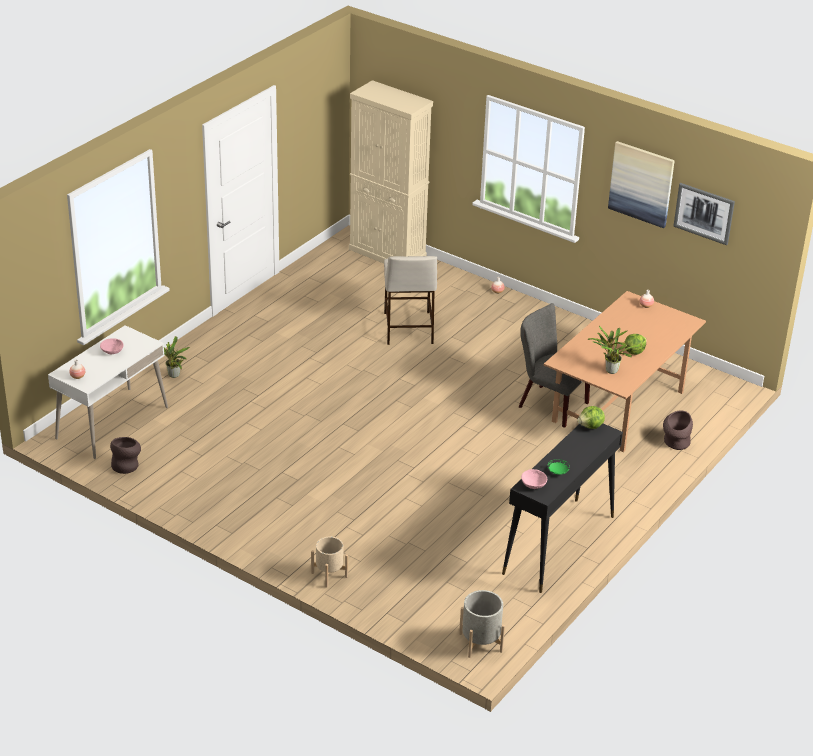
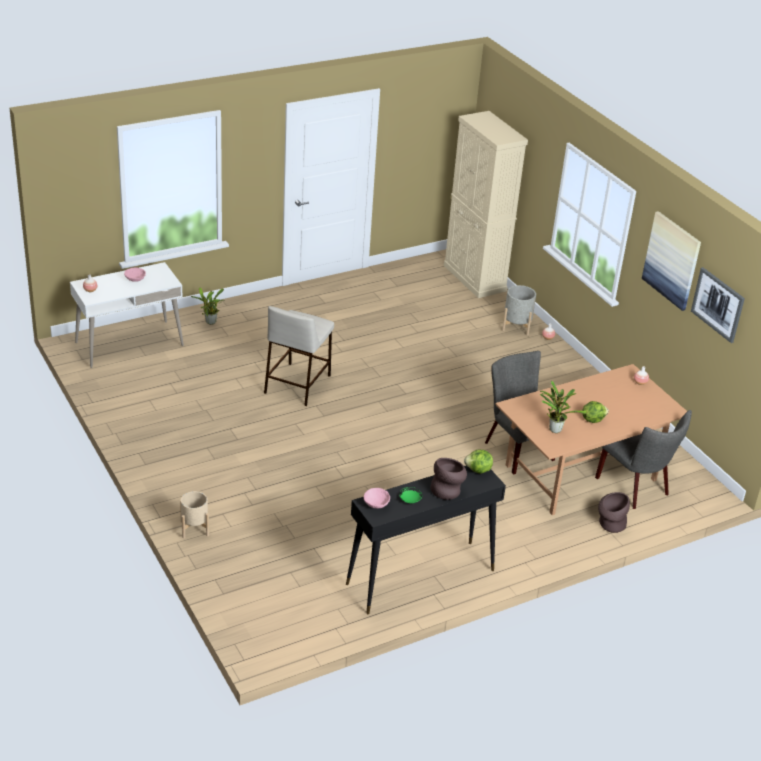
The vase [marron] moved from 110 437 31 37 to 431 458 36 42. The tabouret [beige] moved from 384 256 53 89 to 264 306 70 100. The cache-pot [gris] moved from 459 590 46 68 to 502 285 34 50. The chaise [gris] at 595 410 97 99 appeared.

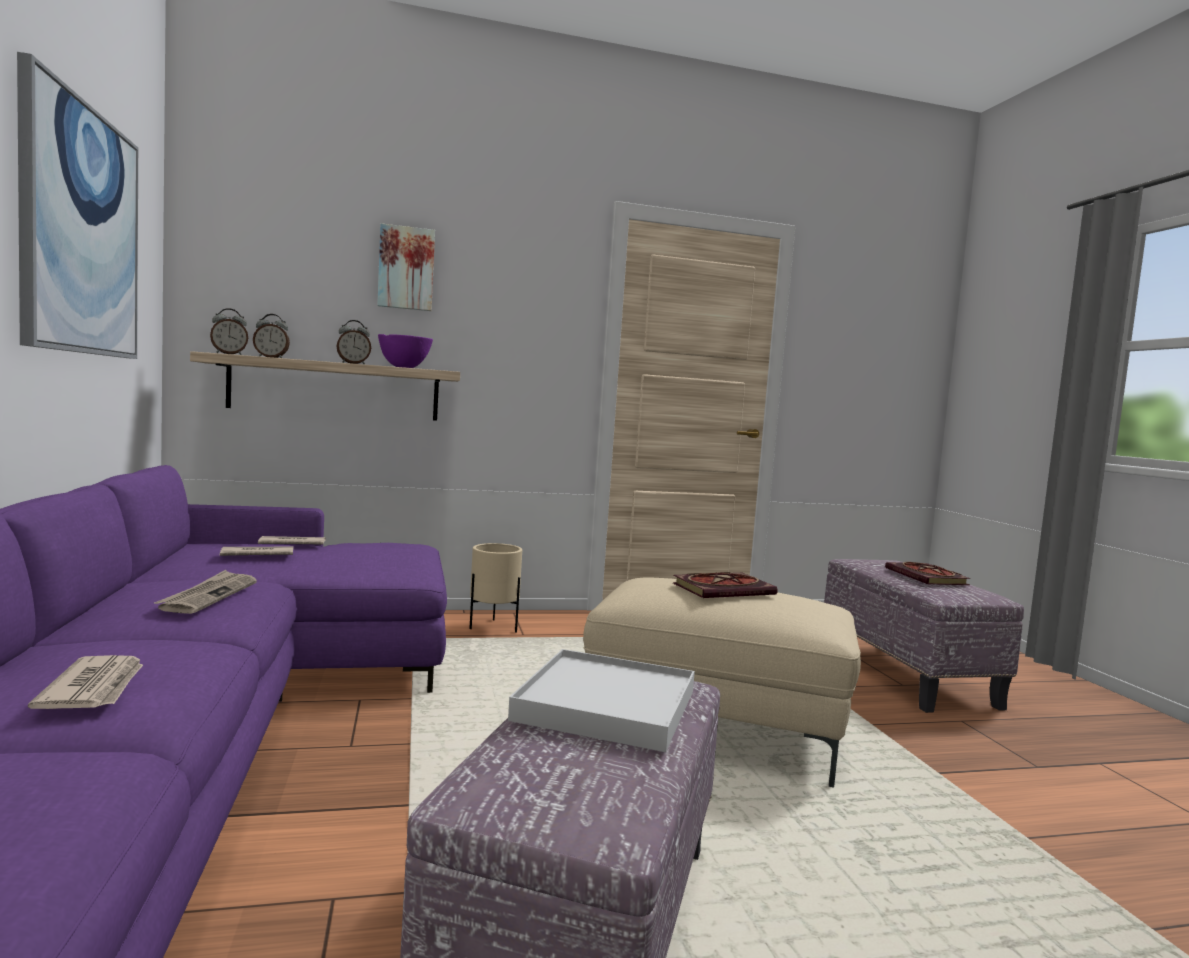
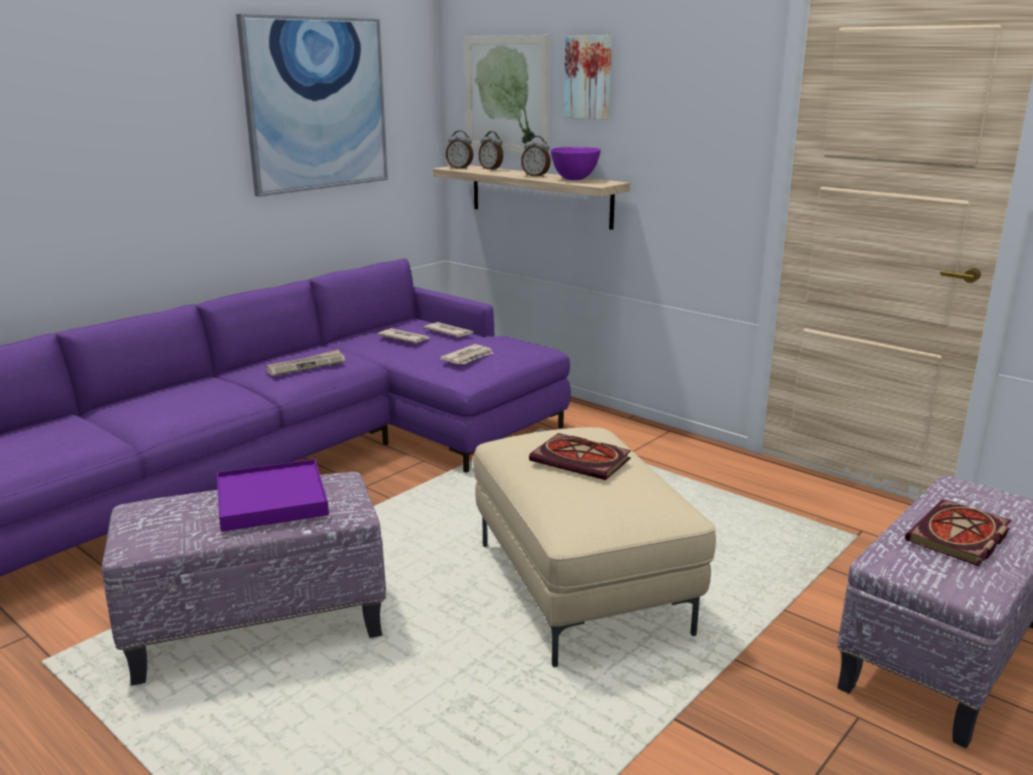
The journal moved from 28 655 115 54 to 440 344 53 20. The cache-pot [beige] at 469 543 53 90 disappeared. The plateau [blanc] at 508 649 187 103 became the plateau [violet] at 217 459 112 73. The tableau at 465 35 85 119 appeared.

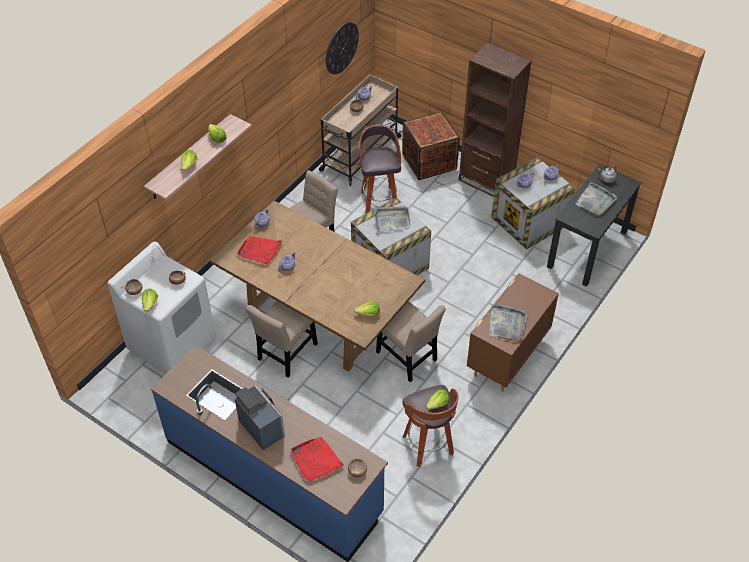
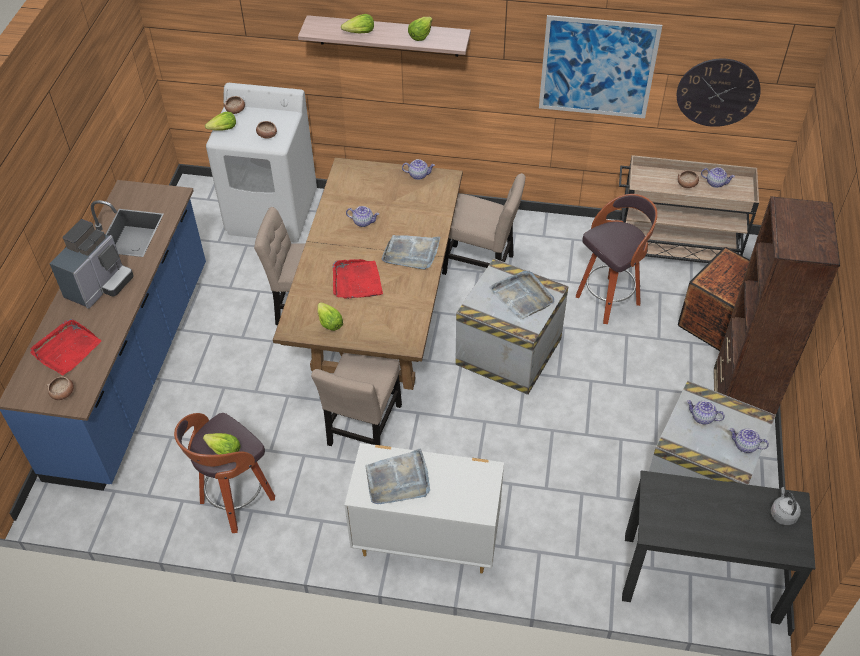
The plateau [rouge] moved from 237 236 45 28 to 333 259 50 40. The commode [marron] at 467 273 92 119 became the commode [blanc] at 345 443 159 131. The plateau [gris] moved from 576 182 41 34 to 382 235 59 35. The tableau at 539 15 123 103 appeared.

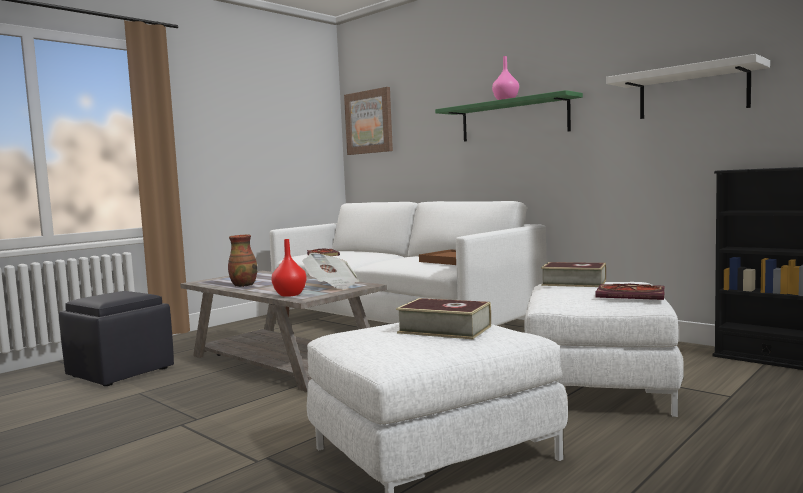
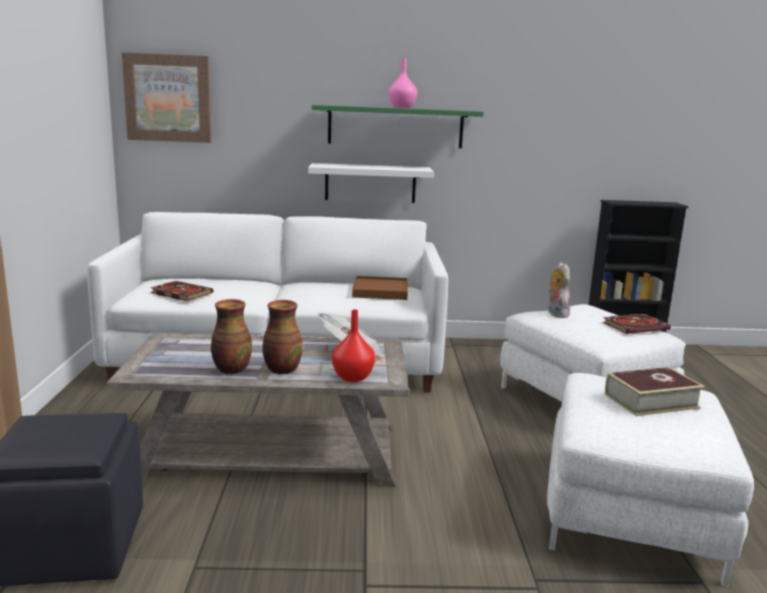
The livre at 541 262 65 25 was replaced by the peluche at 548 262 22 56. The étagère [blanc] moved from 606 54 164 65 to 308 163 126 40. The vase at 262 300 41 74 appeared.

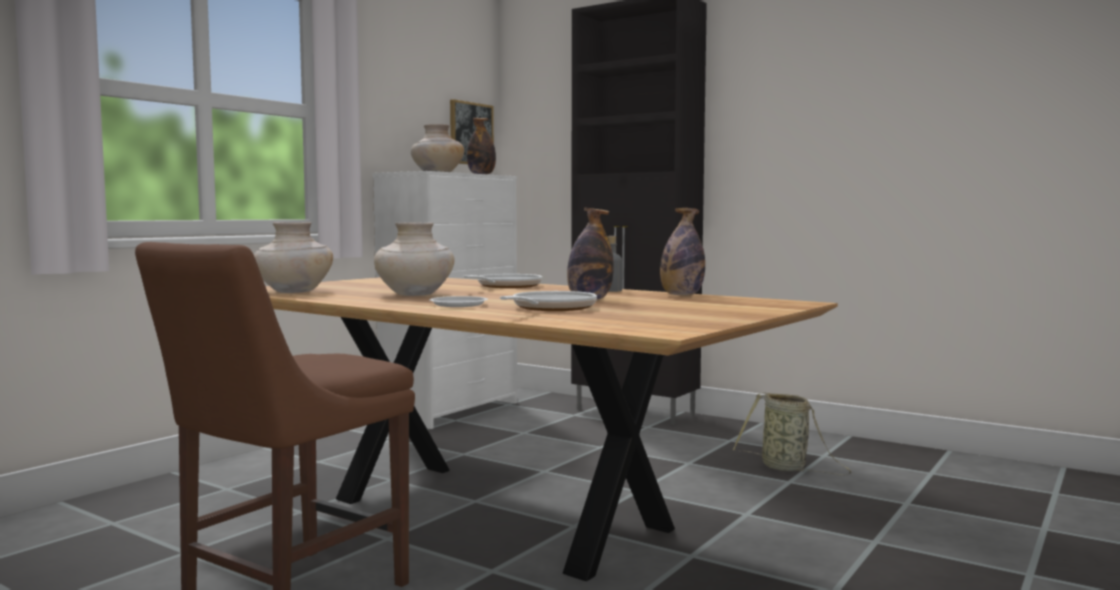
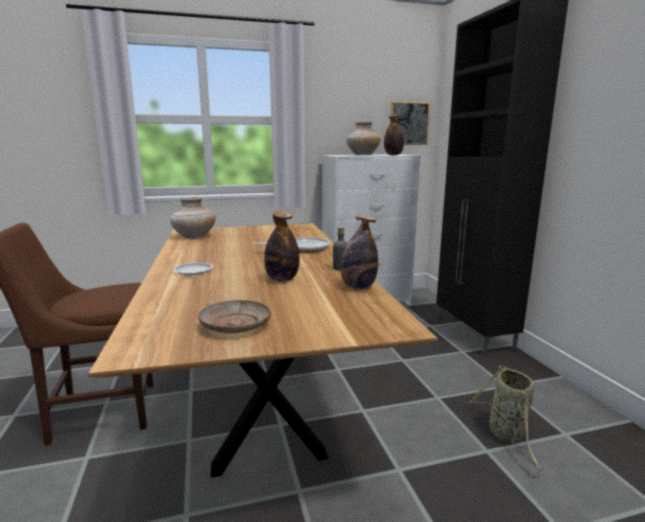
The vase [beige] at 374 222 81 74 disappeared. The poêle at 500 291 97 20 disappeared. The assiette [beige] at 198 300 73 33 appeared.

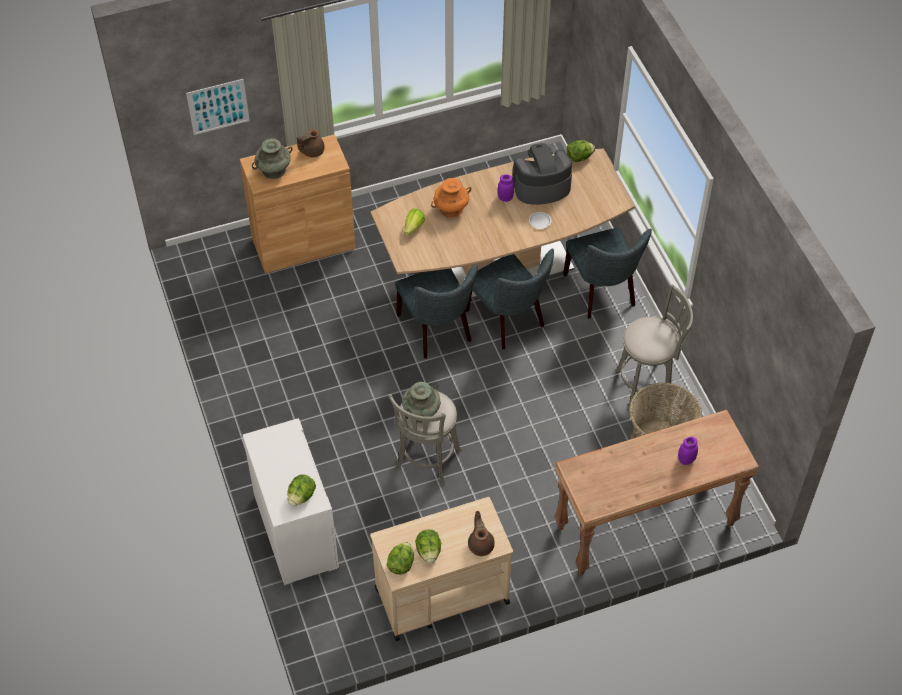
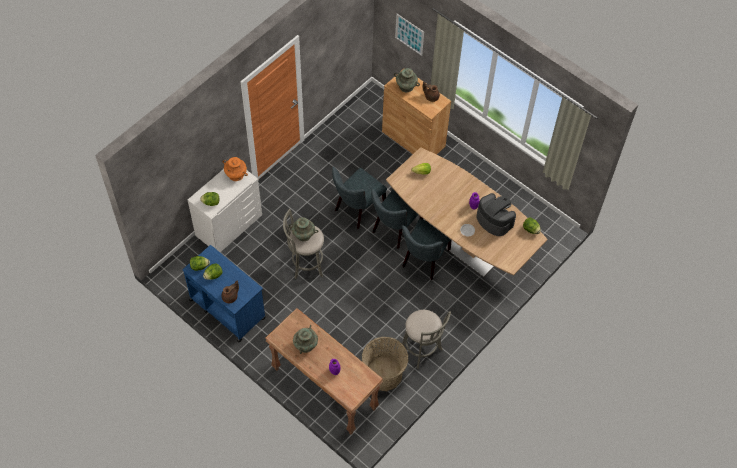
The chariot [beige] at 370 497 143 144 became the chariot [bleu] at 182 245 84 97. The vase [orange] moved from 431 178 40 40 to 223 157 25 24. The chaise [gris] moved from 563 227 89 92 to 332 166 55 63. The vase [turquoise] at 293 325 25 29 appeared.

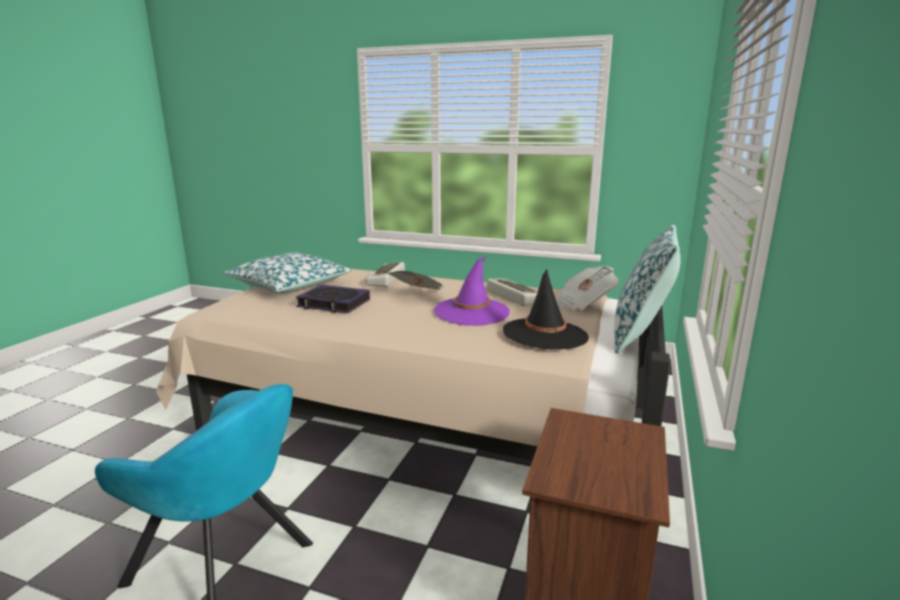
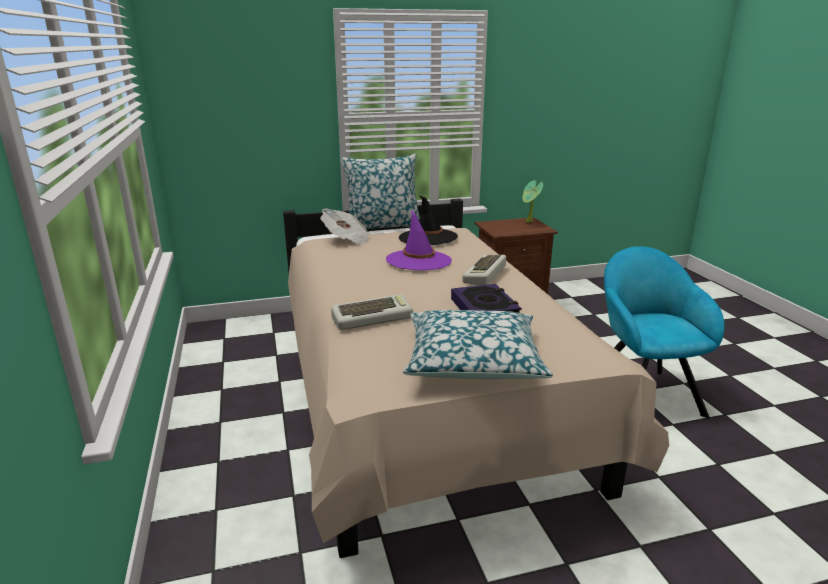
The journal at 387 271 55 18 disappeared. The clavier moved from 487 278 51 28 to 462 255 44 31. The plante en pot at 523 180 20 43 appeared.

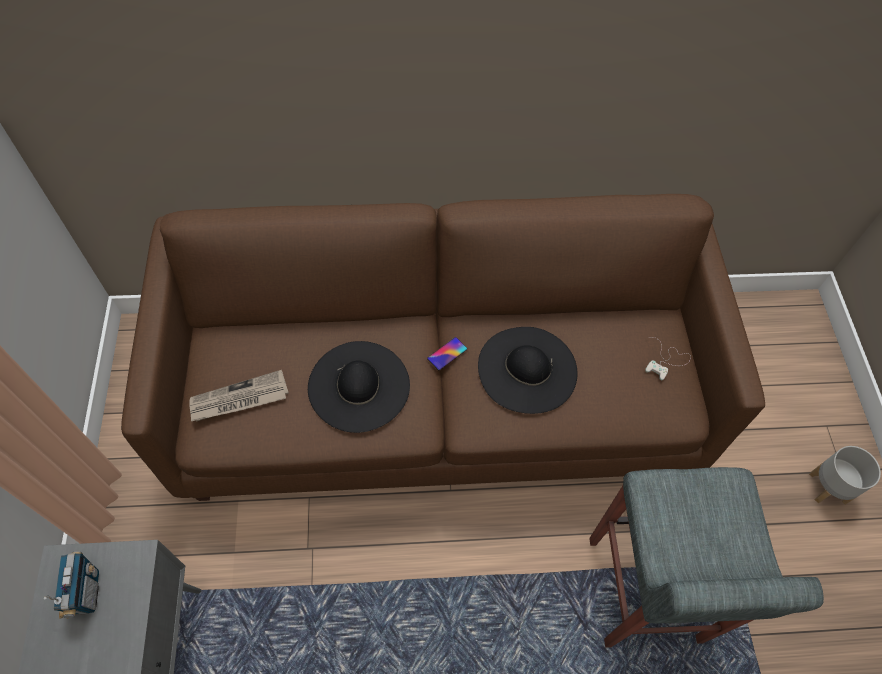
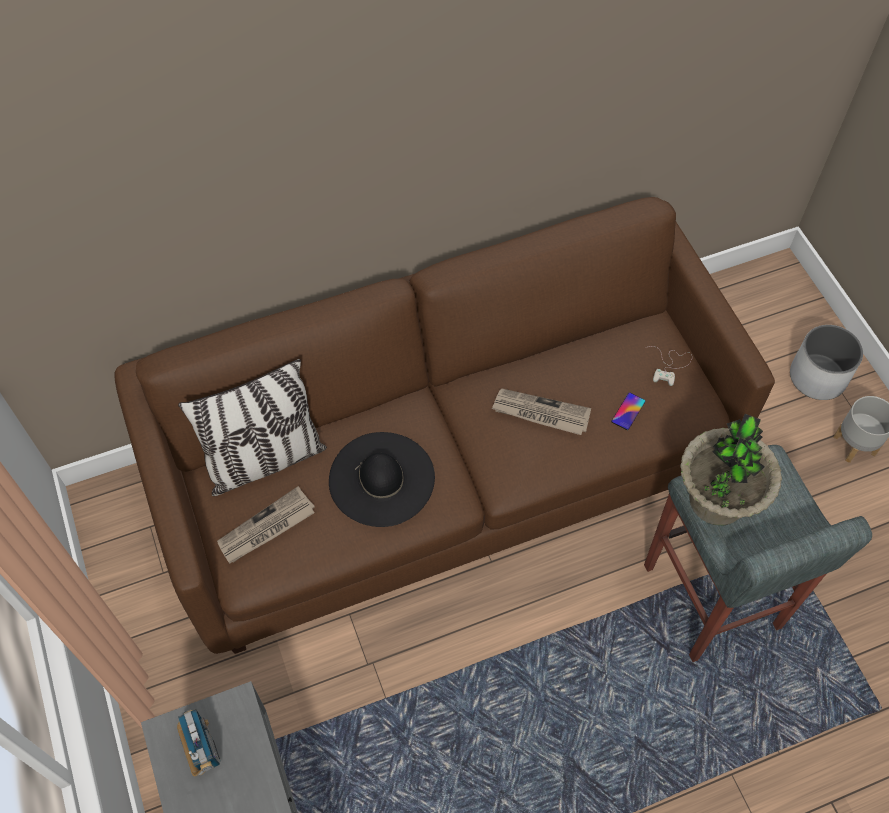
The téléphone moved from 427 337 40 33 to 611 392 34 38. The chapeau [noir] at 478 327 99 87 was replaced by the journal at 492 389 99 46. The coussin at 178 359 149 137 appeared. The plante en pot at 680 414 102 111 appeared. The cache-pot [blanc] at 790 325 73 75 appeared.

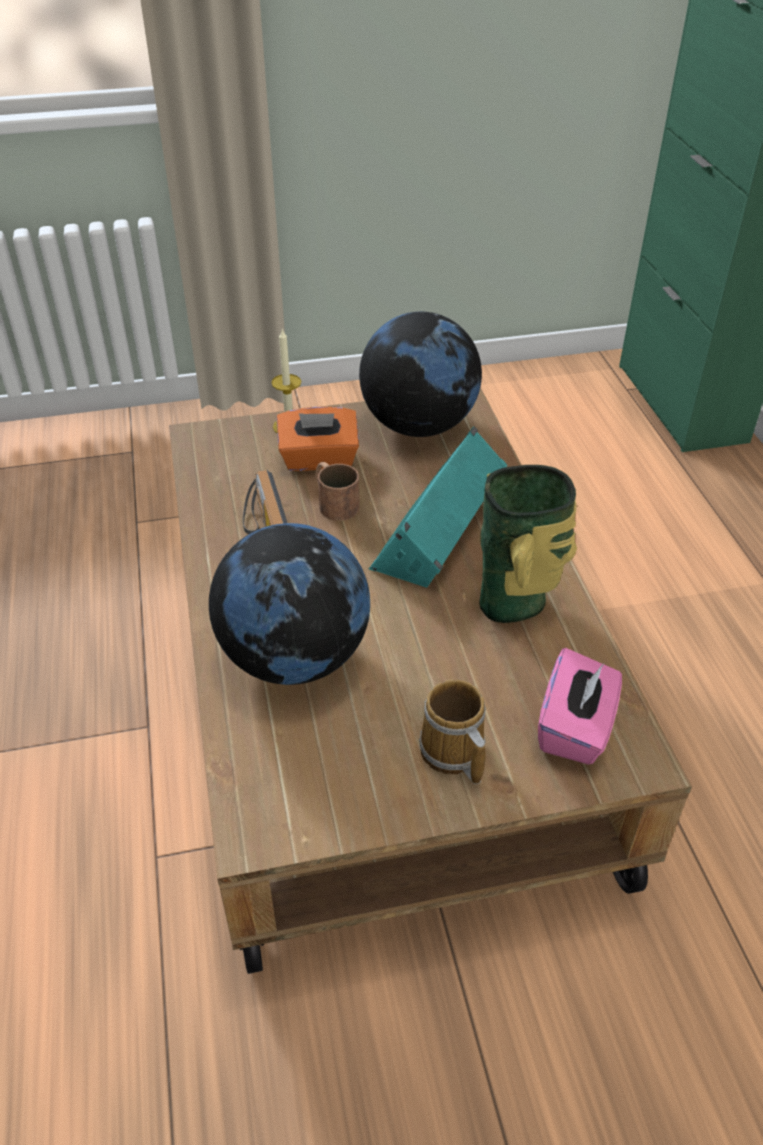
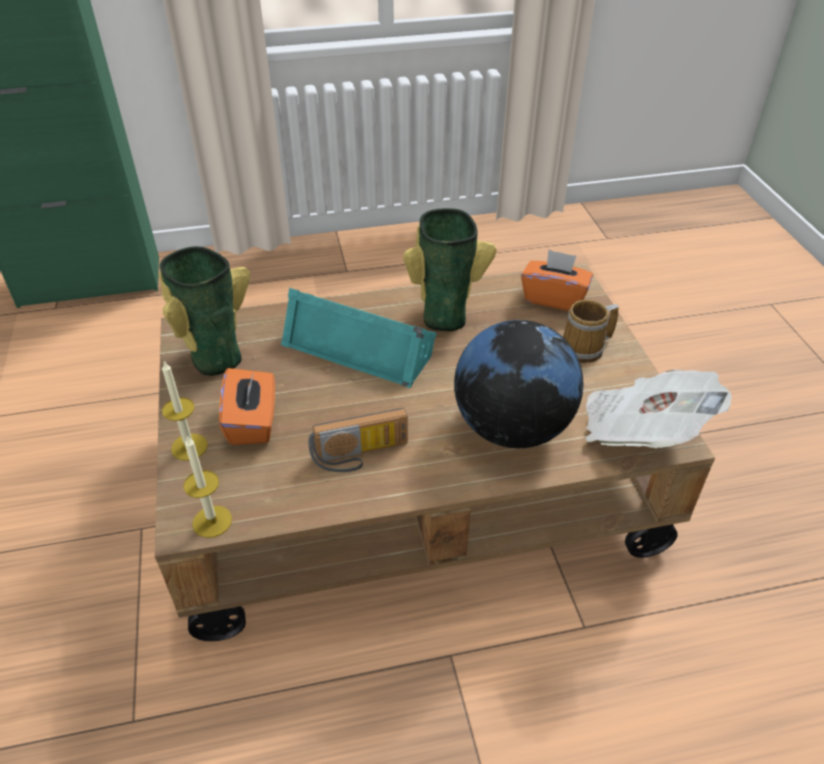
The mug [marron] at 316 462 43 59 disappeared. The globe at 359 312 123 125 was replaced by the vase at 159 246 91 130. The boîte à mouchoirs [rose] at 538 648 84 117 became the boîte à mouchoirs [orange] at 521 249 72 62. The bougie at 183 436 49 102 appeared. The journal at 586 370 146 78 appeared.

